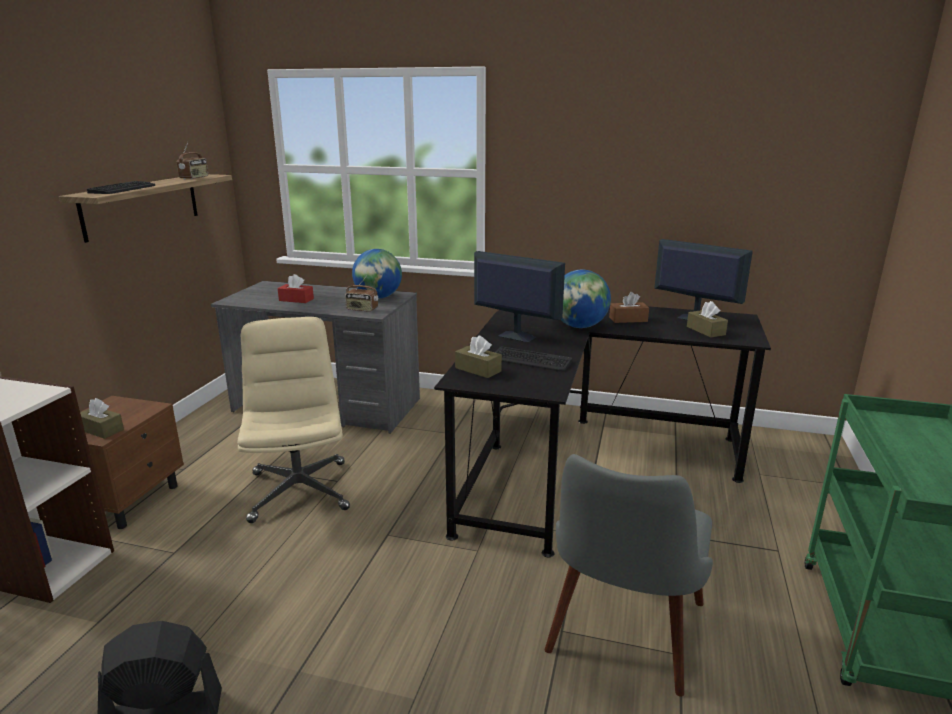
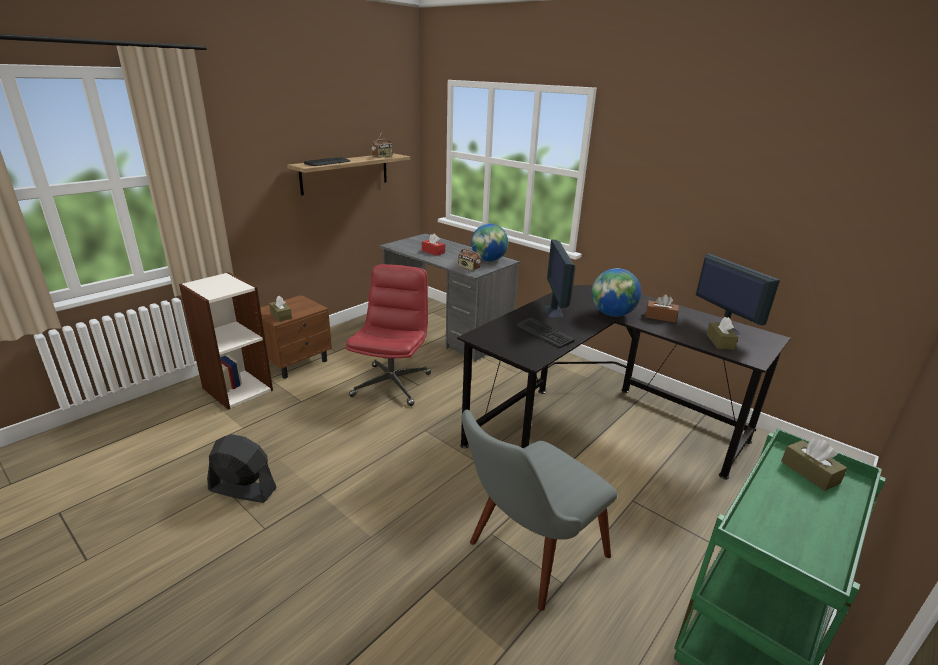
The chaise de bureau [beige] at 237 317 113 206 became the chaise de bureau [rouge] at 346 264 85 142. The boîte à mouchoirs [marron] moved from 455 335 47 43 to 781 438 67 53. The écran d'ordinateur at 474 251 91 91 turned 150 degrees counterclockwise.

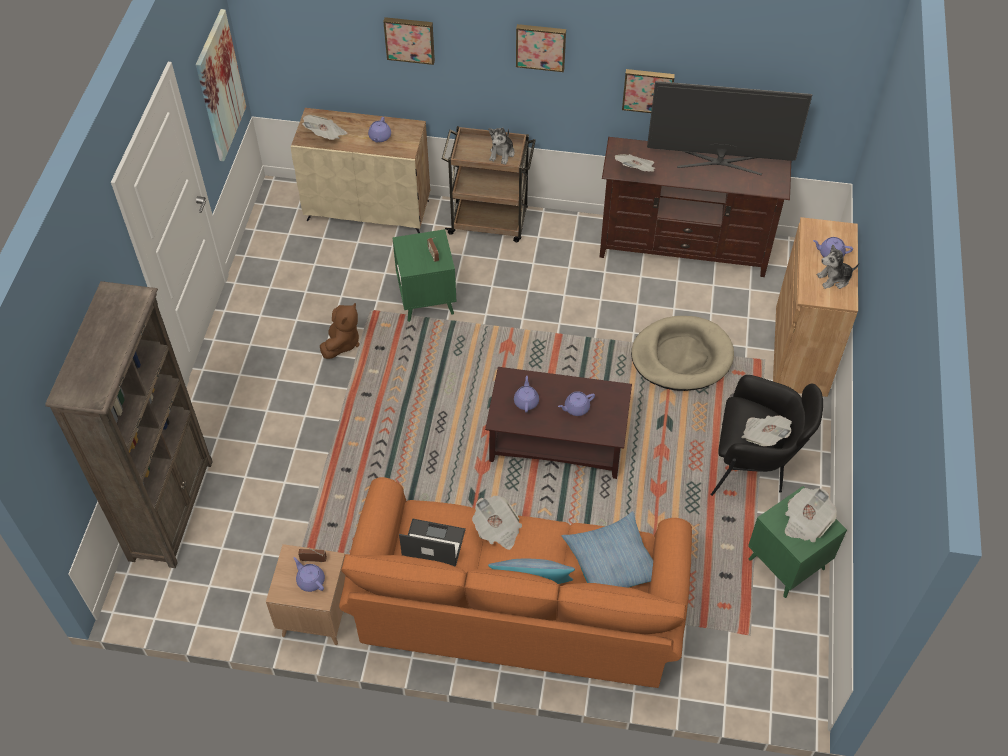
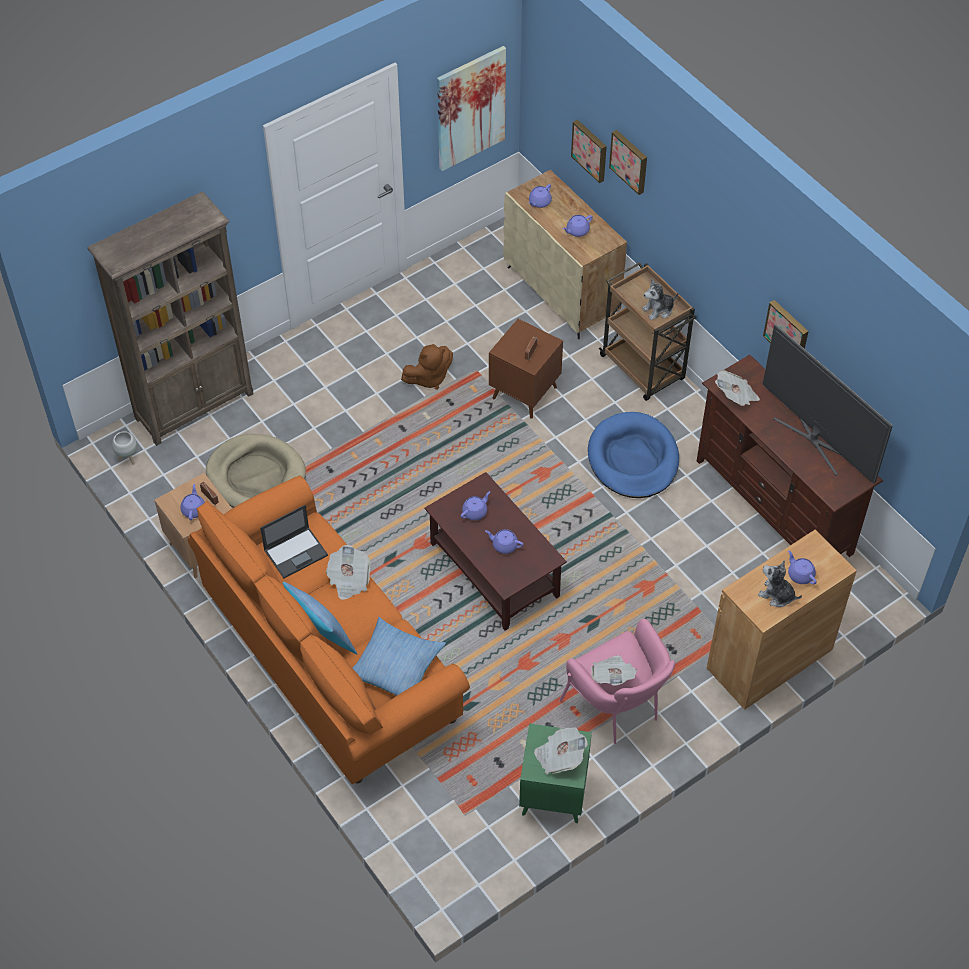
The journal at 302 115 46 25 was replaced by the théière [violet] at 529 184 23 24. The table d'appoint [vert] at 392 229 65 93 became the table d'appoint [marron] at 489 319 74 100. The ordinateur portable at 399 518 67 49 turned 90 degrees clockwise. The tableau moved from 516 24 50 48 to 571 120 36 63. The panier pour chien [beige] moved from 631 316 103 75 to 206 434 100 74. The fauteuil [noir] at 711 375 112 121 became the fauteuil [rose] at 559 619 116 125. The cache-pot [blanc] at 112 431 25 34 appeared. The panier pour chien [bleu] at 588 412 91 86 appeared.

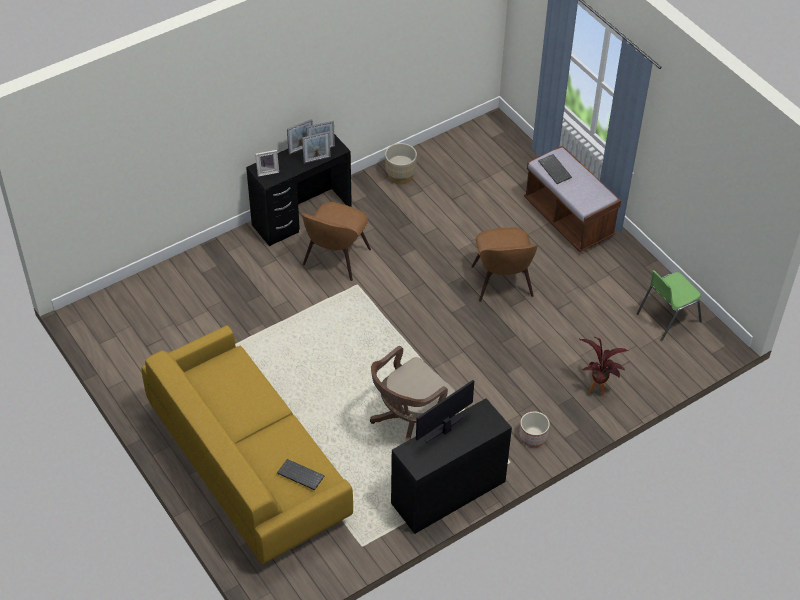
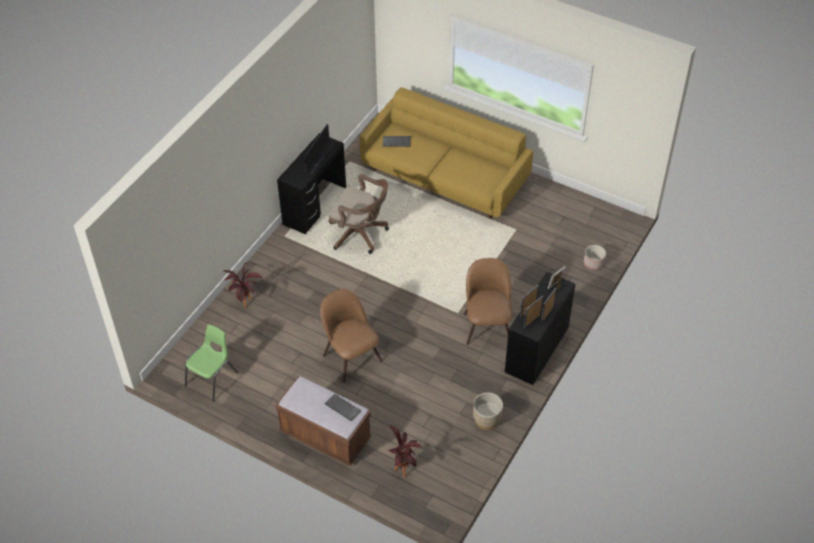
The chaise de bureau [marron] at 370 346 85 96 turned 90 degrees clockwise. The cache-pot moved from 519 412 31 35 to 583 245 23 25. The plante en pot at 388 425 34 53 appeared.

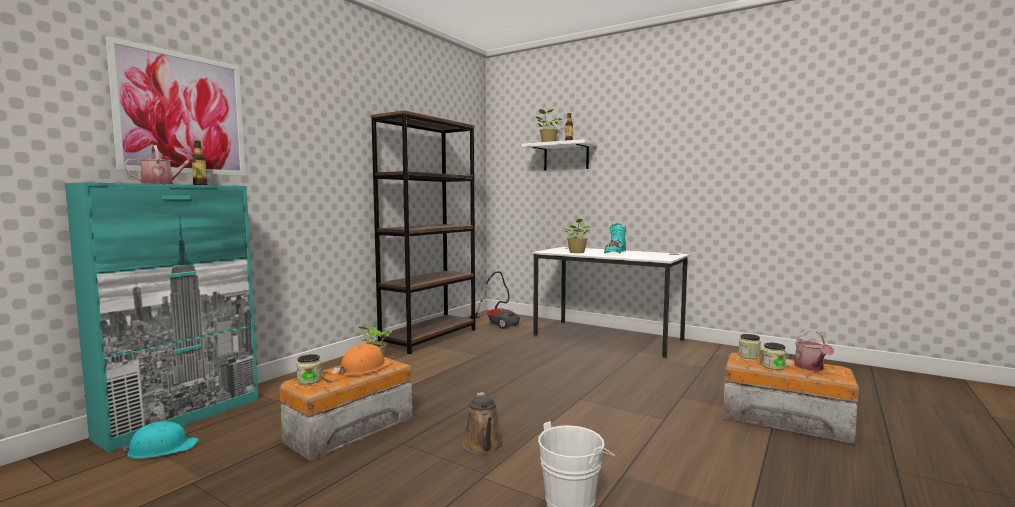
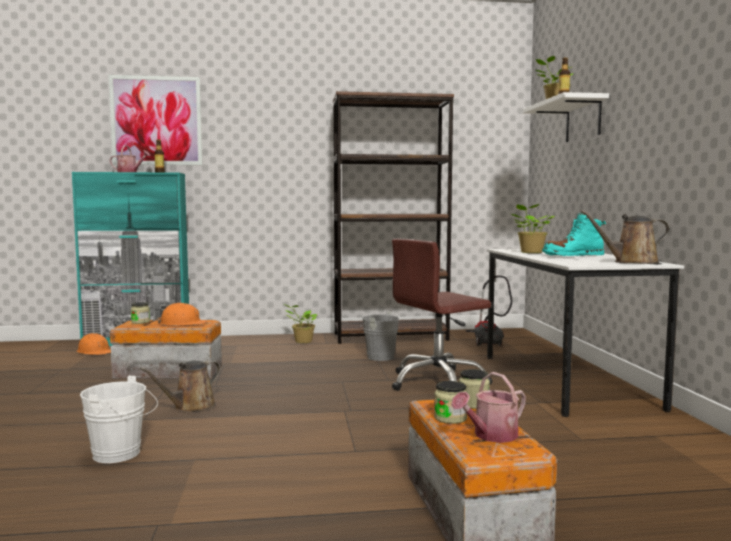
The casque de chantier [turquoise] at 123 421 76 38 became the casque de chantier [orange] at 77 333 34 22. The seau [gris] at 357 311 42 50 appeared. The chaise de bureau [marron] at 392 239 101 152 appeared. The arrosoir [marron] at 580 210 90 54 appeared.

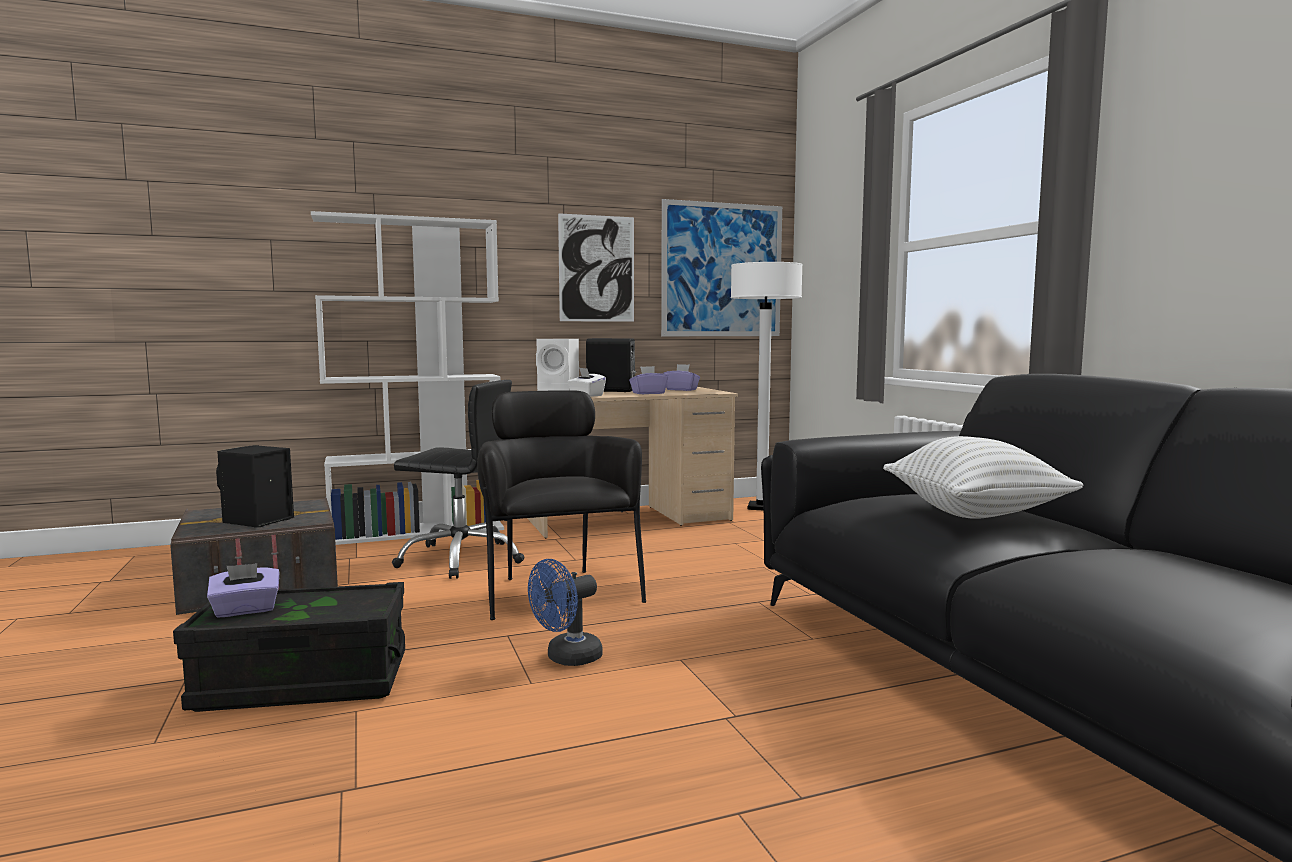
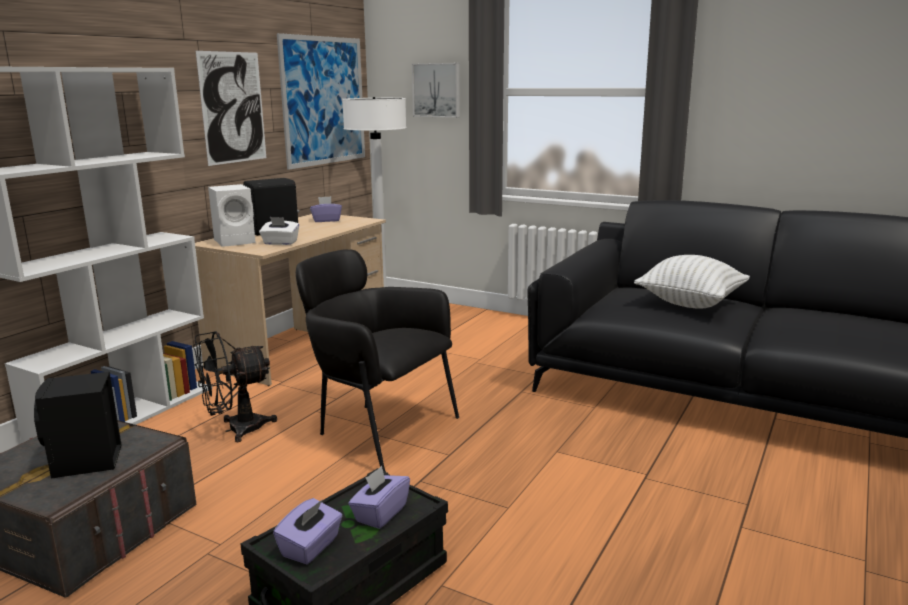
The chaise de bureau [noir] at 392 380 132 199 was replaced by the ventilateur [noir] at 193 331 84 111. The ventilateur [bleu] at 528 559 75 107 disappeared. The boîte à mouchoirs [violet] moved from 629 366 39 28 to 348 466 62 63. The tableau at 412 63 48 55 appeared.

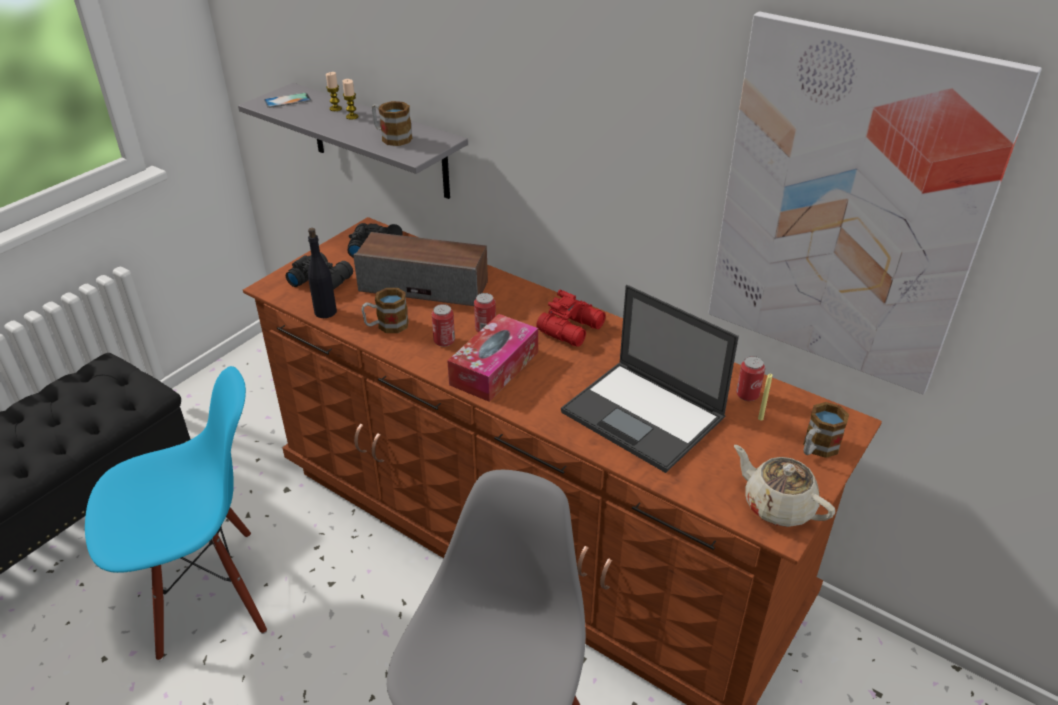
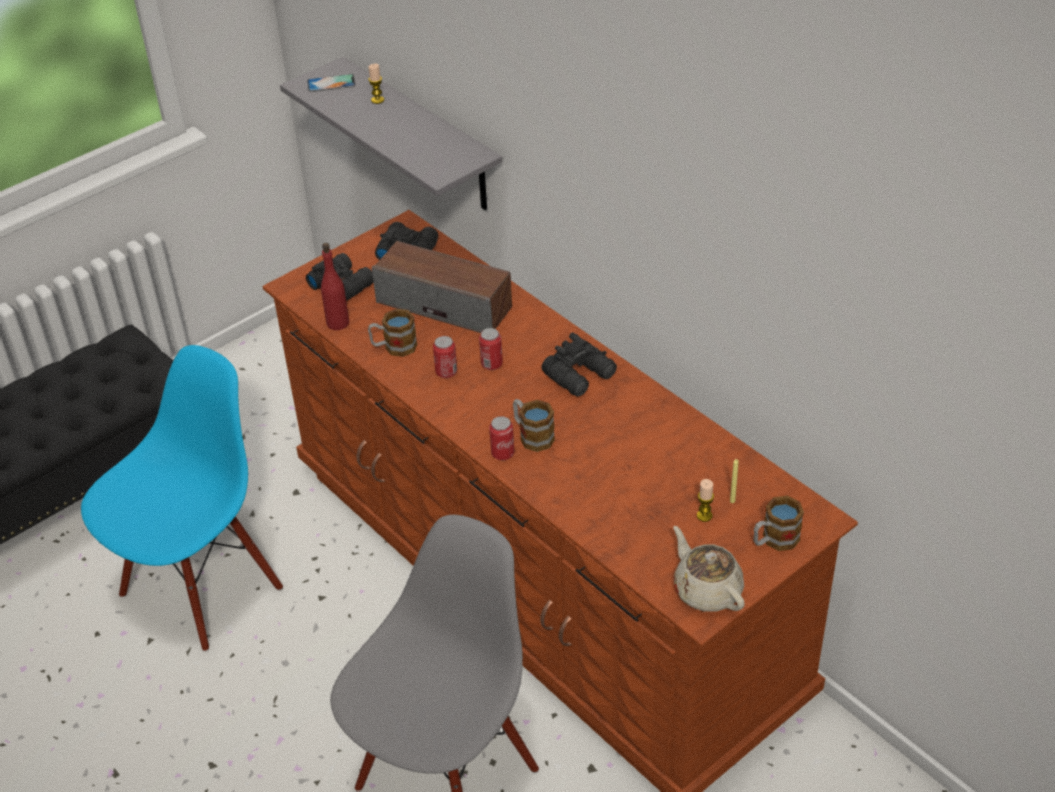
The chaise [bleu] at 85 366 182 295 turned 45 degrees counterclockwise. The bouteille [noir] at 308 228 29 90 became the bouteille [rouge] at 321 243 28 87. The bougie moved from 342 79 16 41 to 697 479 17 43. The mug moved from 372 101 40 45 to 513 399 42 53. The boîte à mouchoirs at 447 314 91 88 disappeared. The jumelles [rouge] at 536 290 70 57 became the jumelles [noir] at 542 332 75 65. The ordinateur portable at 561 285 178 188 disappeared. The tableau at 708 11 334 384 disappeared. The boîte métallique moved from 736 356 29 45 to 489 416 26 44.

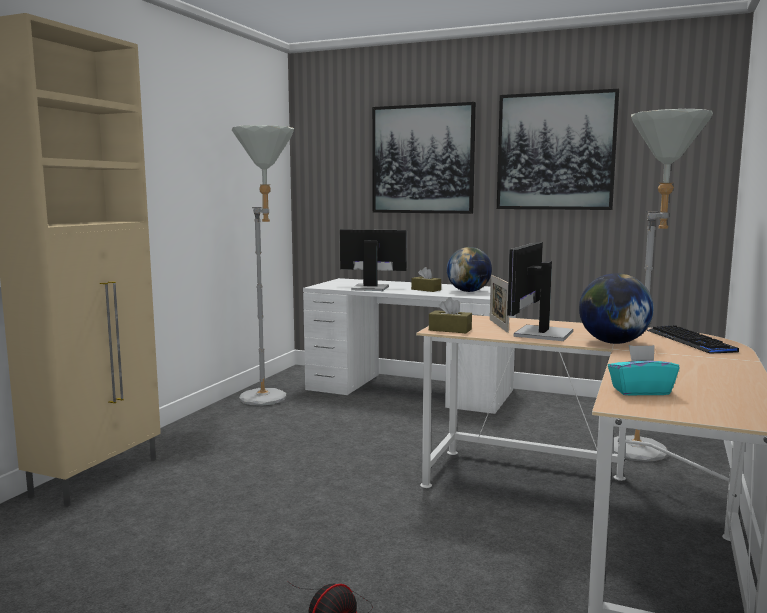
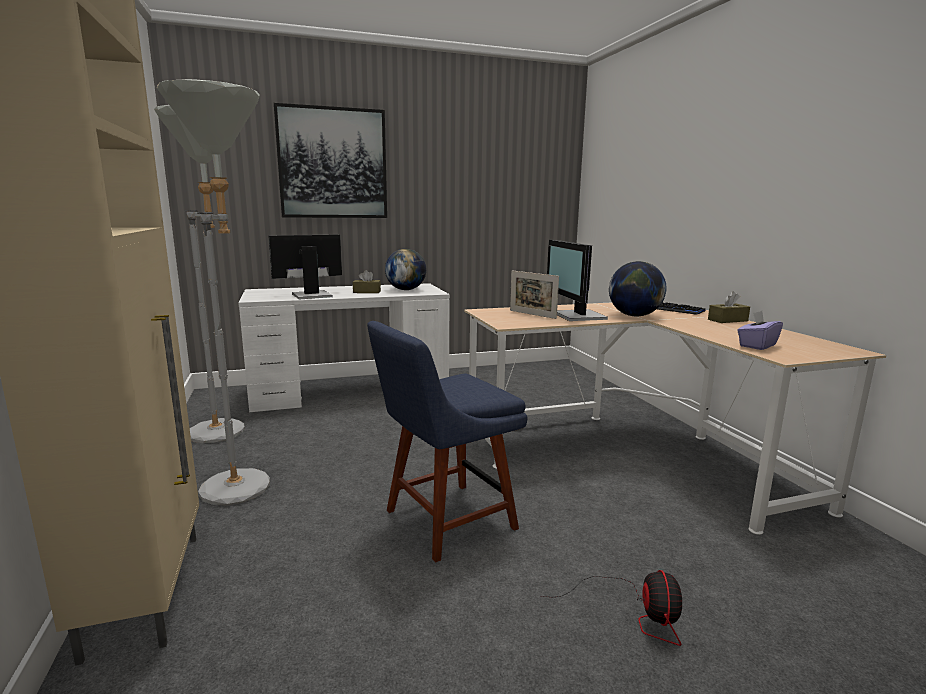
The boîte à mouchoirs [marron] moved from 429 297 43 36 to 708 292 42 31. The tableau at 497 89 122 121 disappeared. The boîte à mouchoirs [turquoise] at 608 345 71 51 became the boîte à mouchoirs [violet] at 737 311 46 39. The lampadaire [gris] moved from 612 109 101 353 to 157 79 113 426. The chaise [bleu] at 367 321 160 242 appeared.

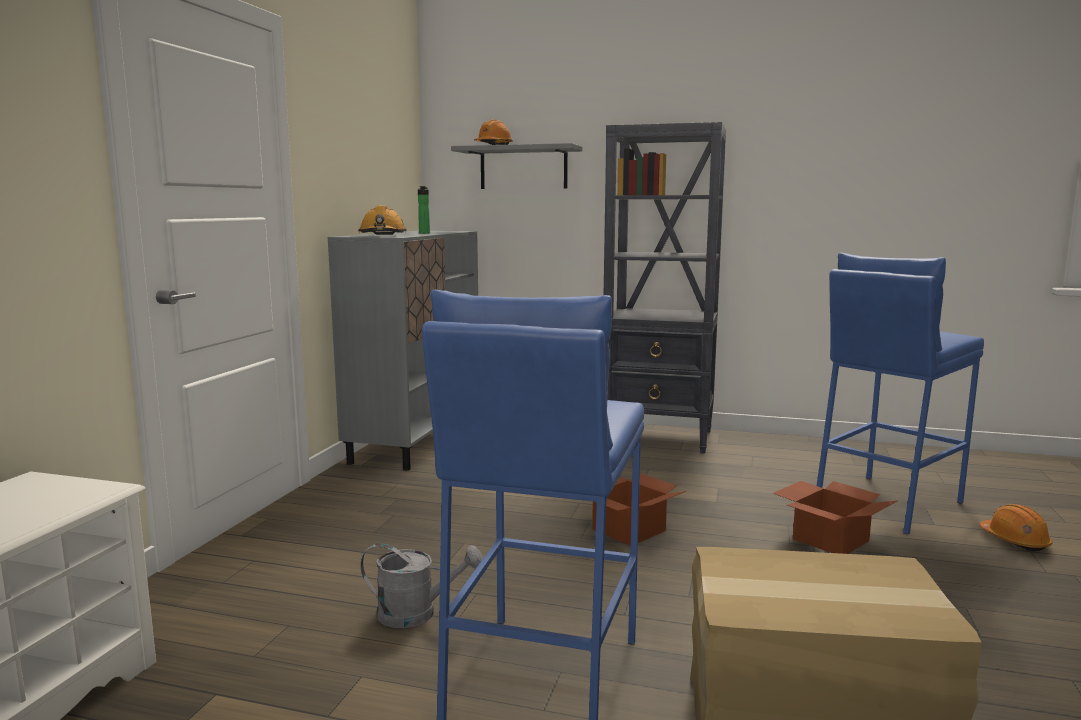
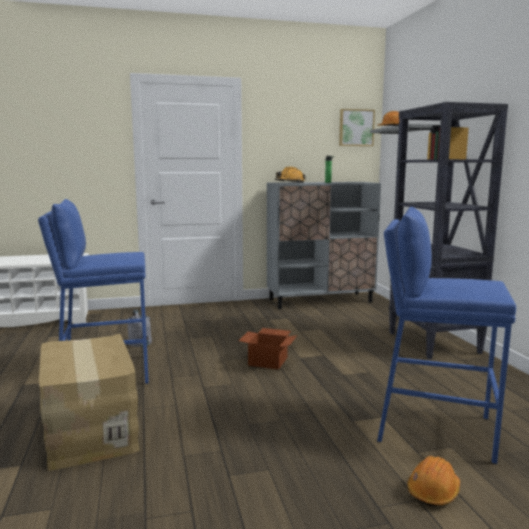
The carton at 773 481 124 73 disappeared. The tableau at 339 109 36 37 appeared.

